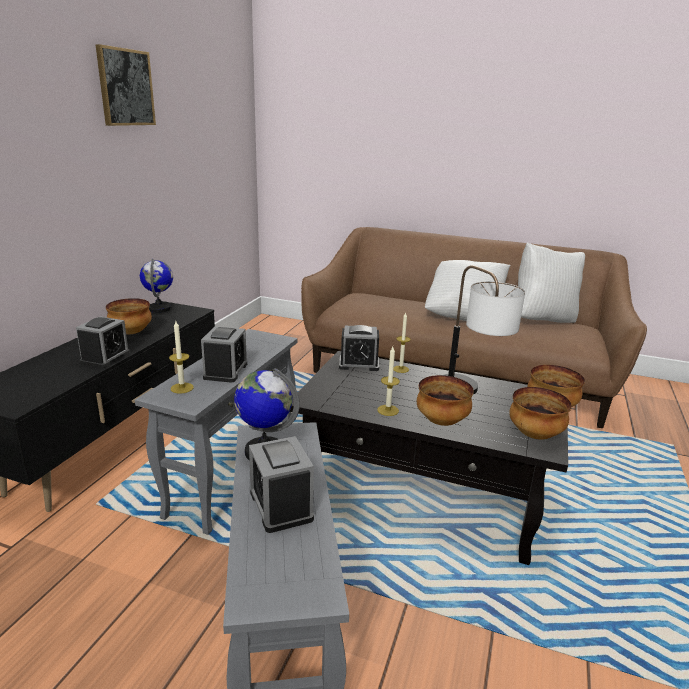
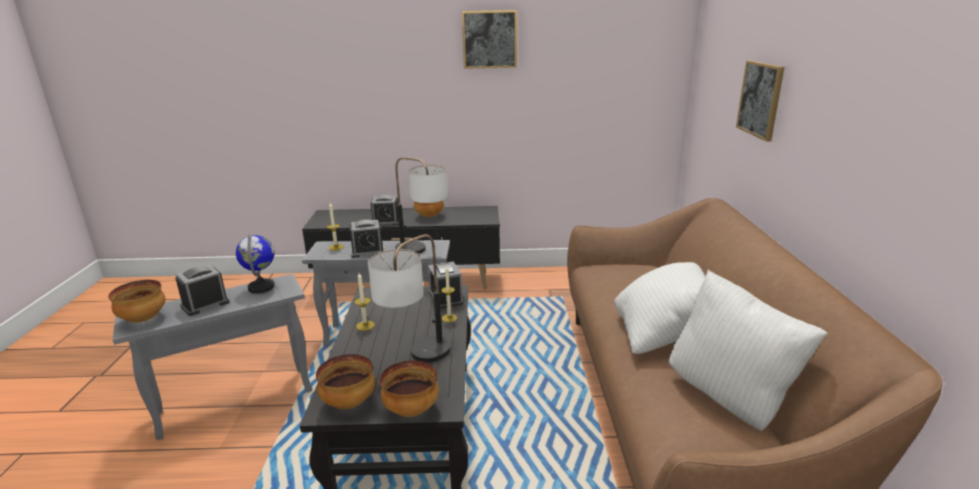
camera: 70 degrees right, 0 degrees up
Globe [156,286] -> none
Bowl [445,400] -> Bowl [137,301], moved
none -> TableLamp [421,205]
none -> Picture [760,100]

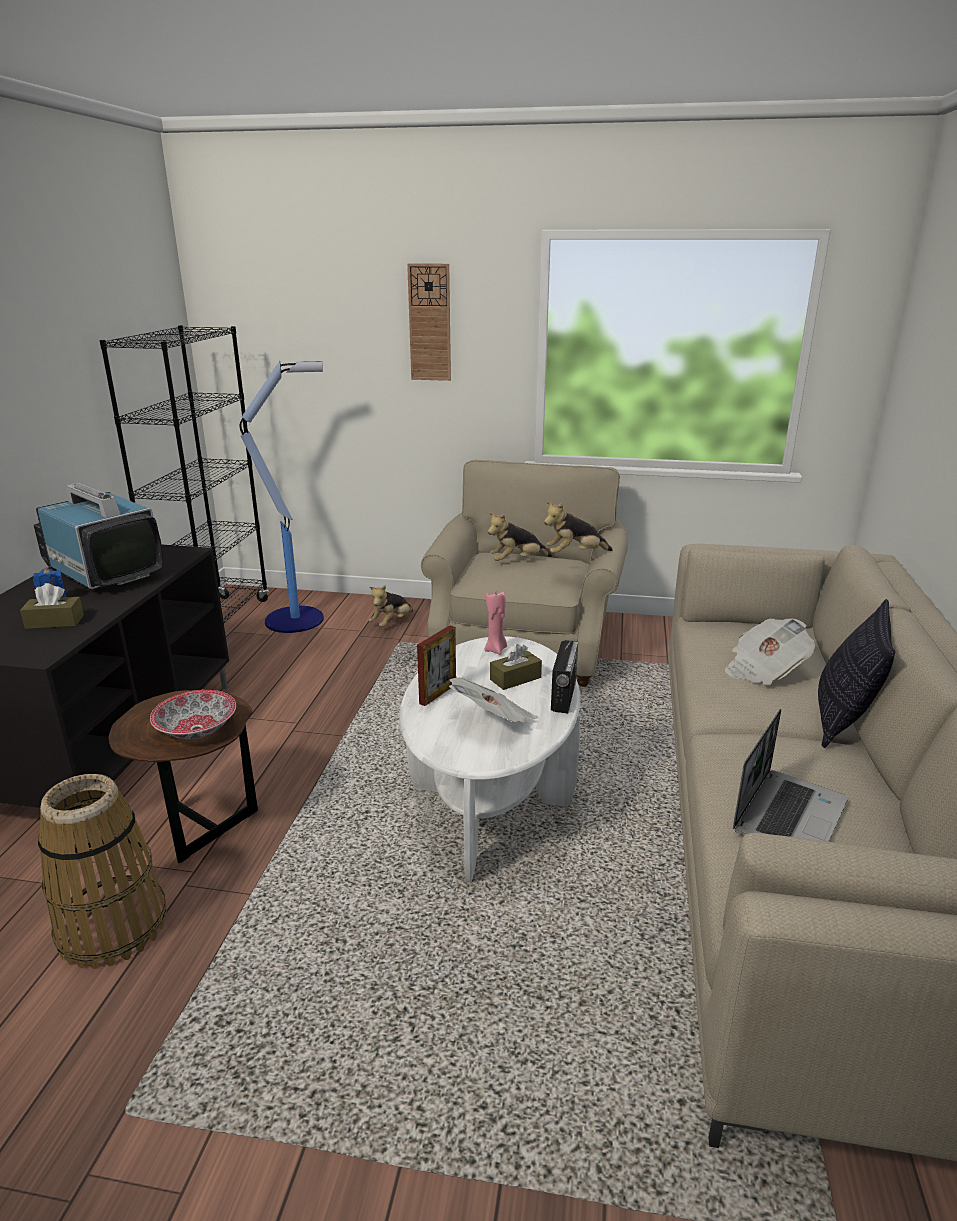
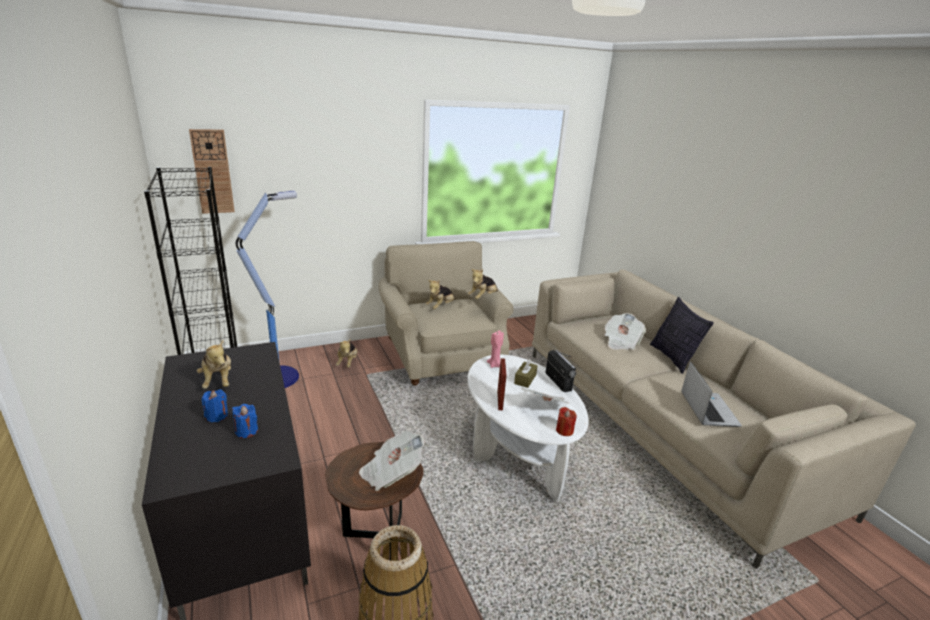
camera: 35 degrees left, 0 degrees up
BrownTissueBox [52,606] -> BlueCandle [245,421]
Television [98,536] -> PlushToy [214,364]
Bowl [193,714] -> Newspaper [392,461]
WallClock [429,322] -> WallClock [212,171], moved
none -> RedCandle [566,421]

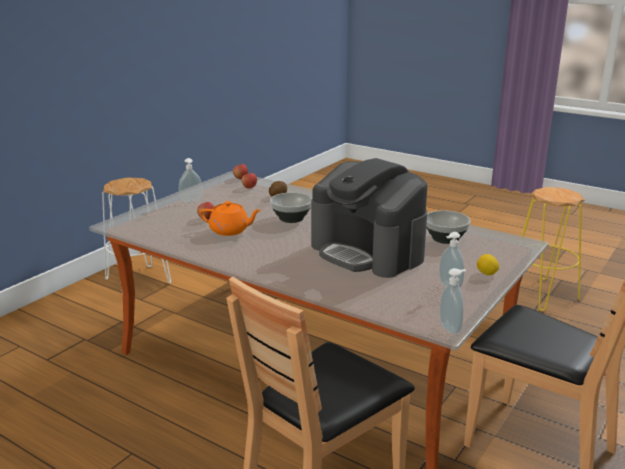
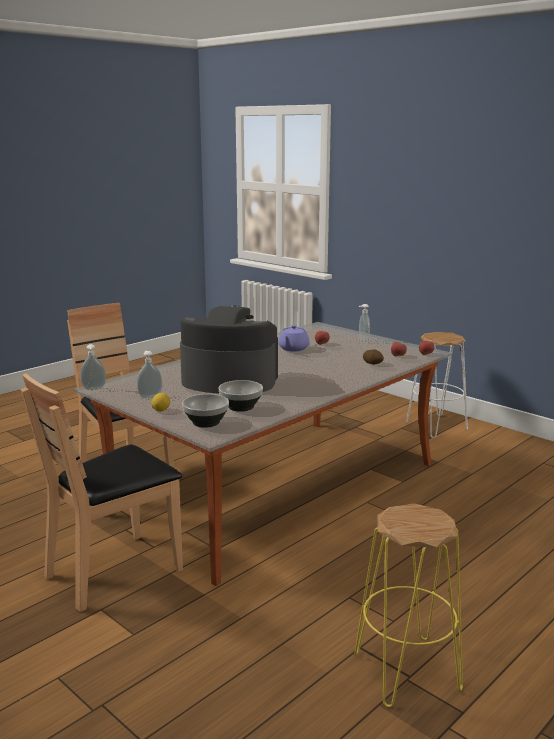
camera: 100 degrees right, 5 degrees down
OrangeTeapot [230,218] -> PurpleTeapot [293,338]
Bowl [291,207] -> Bowl [205,411], moved
CoffeeMachine [369,218] -> CoffeeMachine [229,350], 45 degrees clockwise

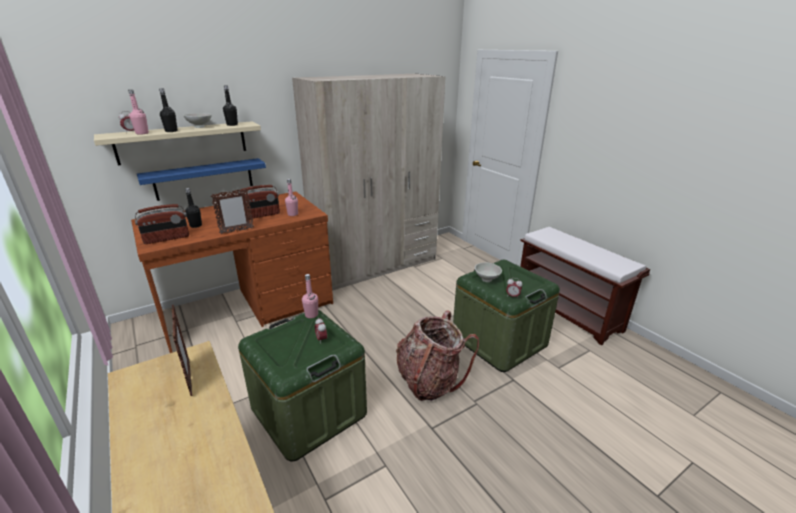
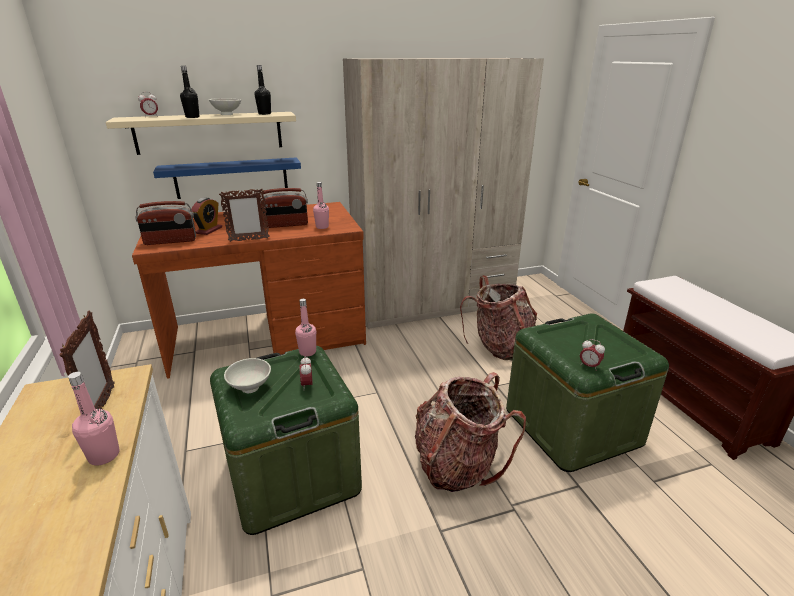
camera: 15 degrees right, 0 degrees up
PinkBottle [138,112] -> PinkBottle [94,418], moved
BlackBottle [193,208] -> AlarmClock [206,216]
WhiteBowl [488,272] -> WhiteBowl [247,375], moved
none -> Backpack [498,317]

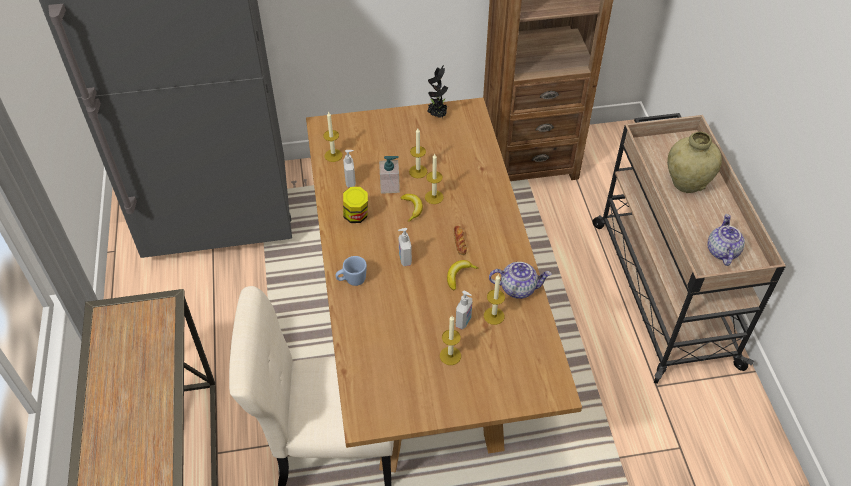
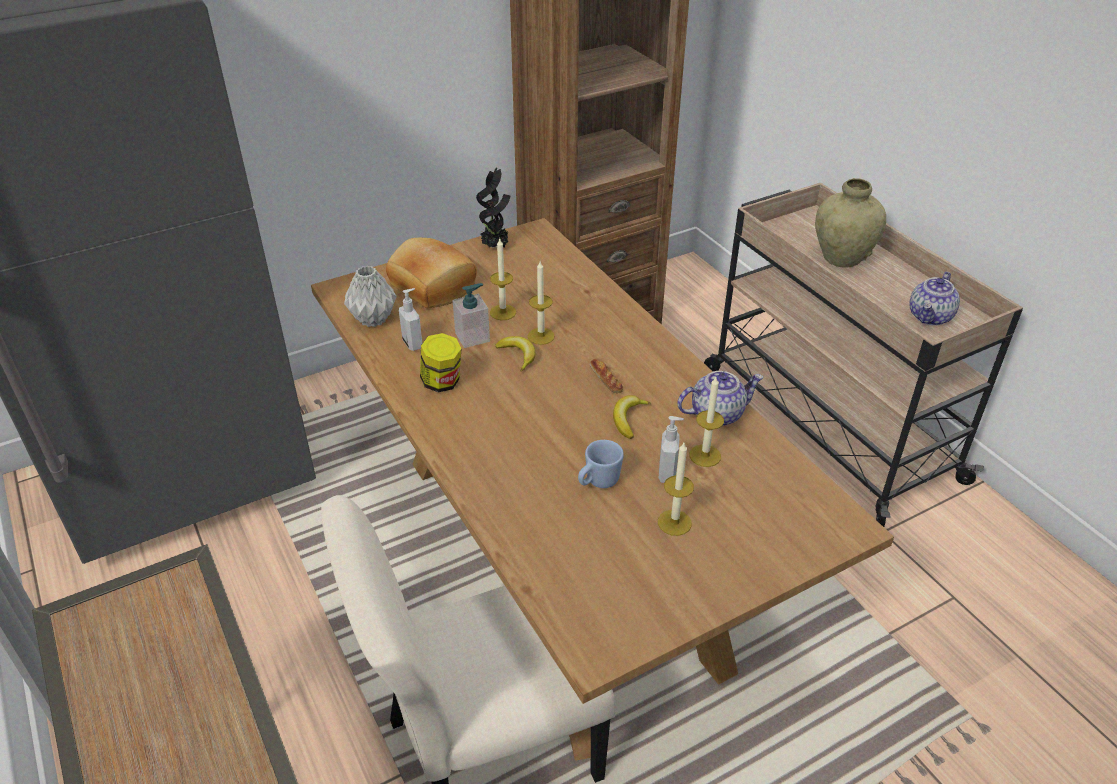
camera: 20 degrees left, 10 degrees down
Candle [332,136] -> GreyVase [370,296]
BlueMug [351,271] -> BlueMug [601,464], moved
SoapDispenser [405,247] -> none
Teapot [726,240] -> Teapot [934,299], 135 degrees counterclockwise
none -> Bread [431,273]

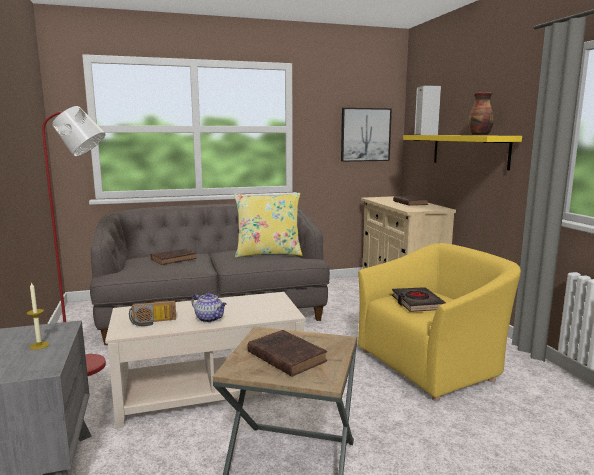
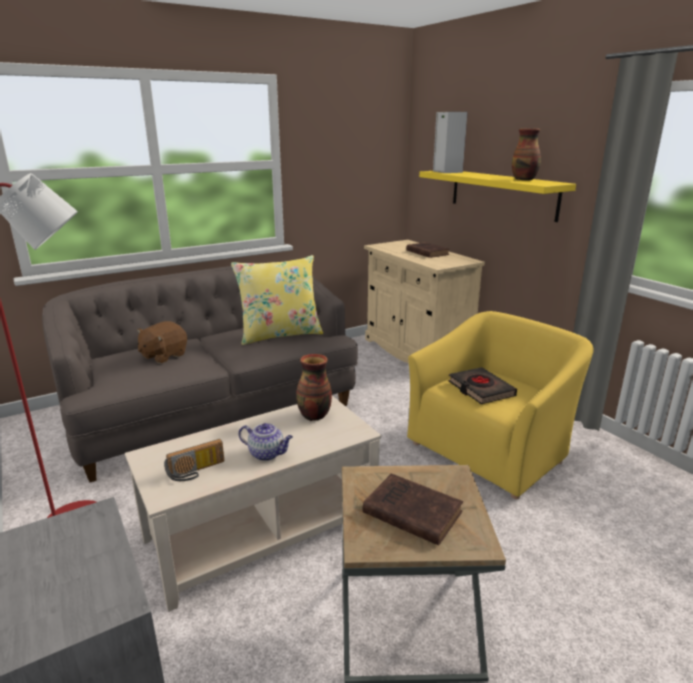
camera: 15 degrees left, 10 degrees up
Candle [38,316] -> none
BrownBook [174,256] -> BrownPlushToy [162,342]
Picture [366,135] -> none
none -> Vase [314,387]

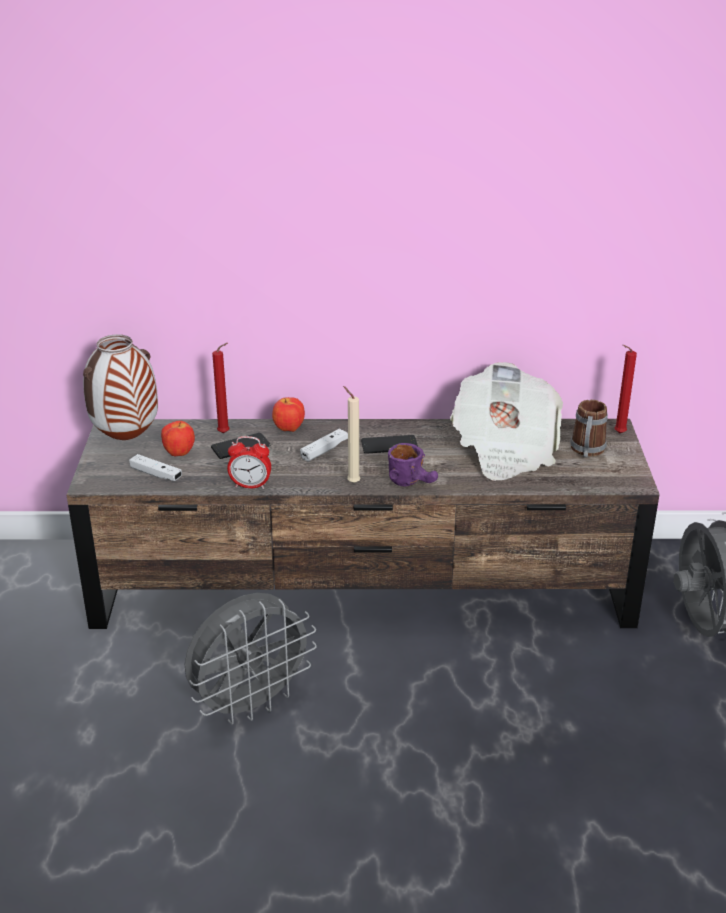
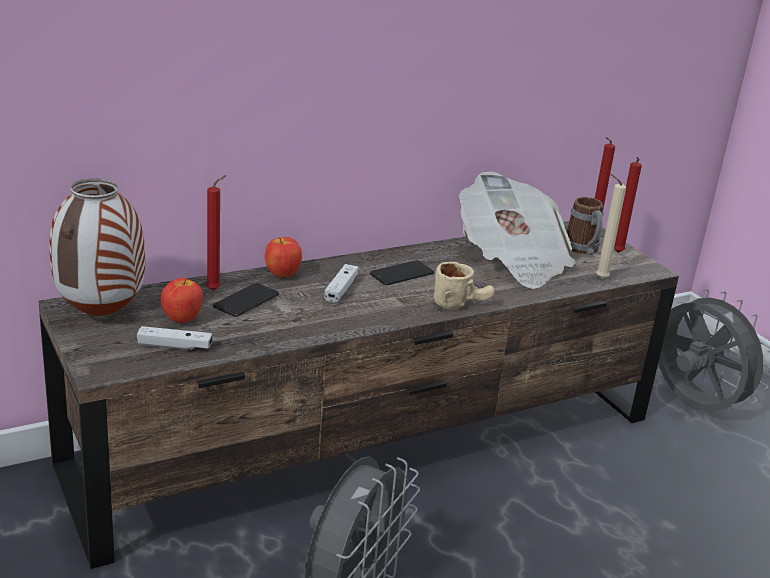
camera: 30 degrees left, 5 degrees down
AlarmClock [249,462] -> none
BeigeCandle [351,434] -> BeigeCandle [611,226], moved
PurpleMug [413,465] -> BeigeMug [464,286]
none -> RedCandle [628,205]

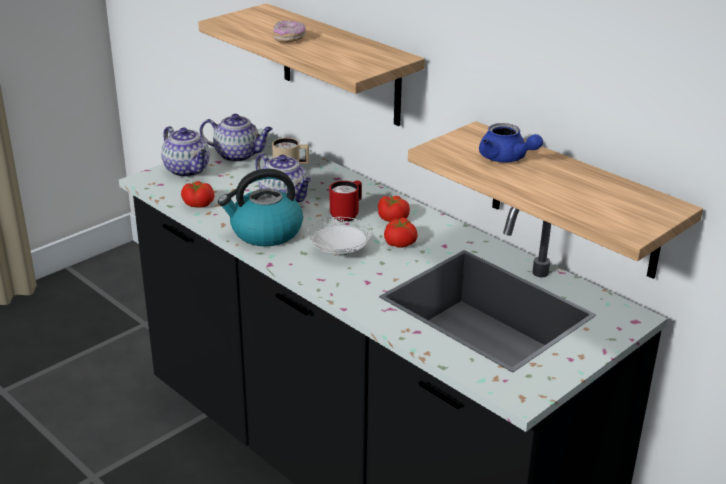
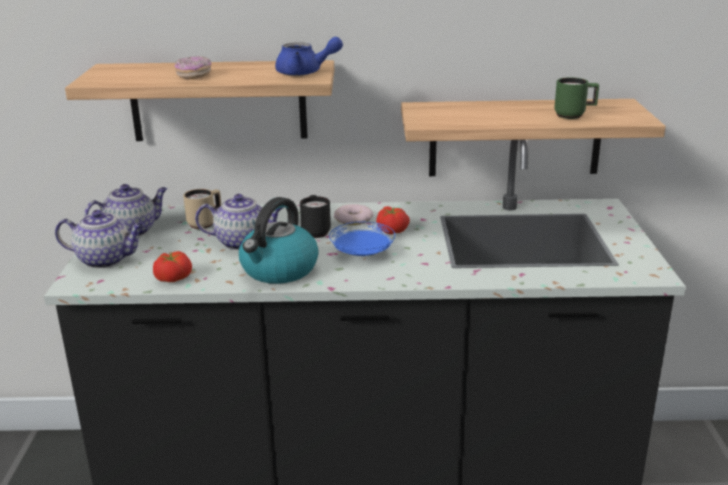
camera: 45 degrees left, 5 degrees down
WhitePlate [339,235] -> BluePlate [362,239]
RedMug [346,201] -> BlackMug [315,216]
Tomato [394,209] -> Donut [354,214]
BlueTeapot [511,143] -> BlueTeapot [309,56], moved
none -> GreenMug [576,98]

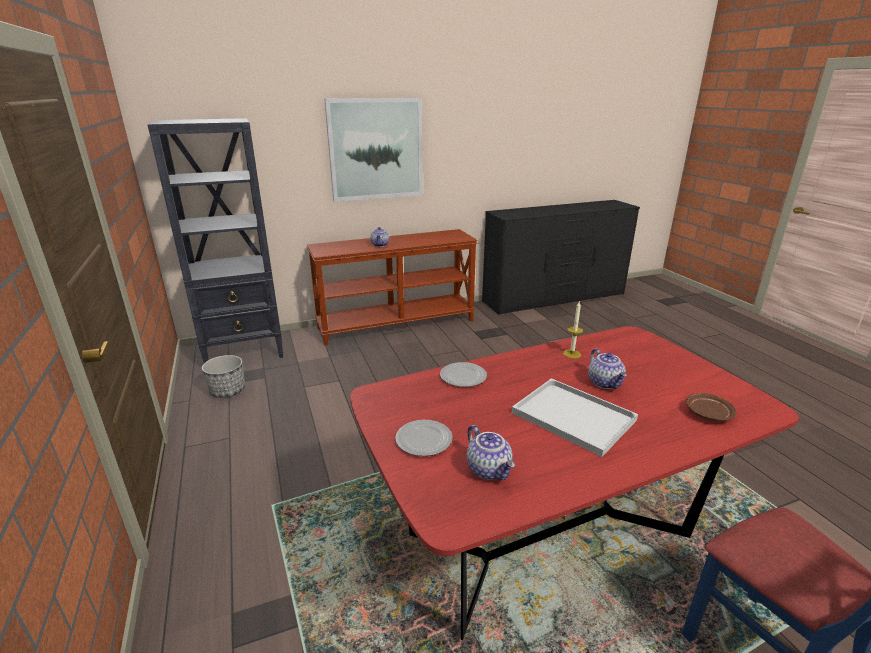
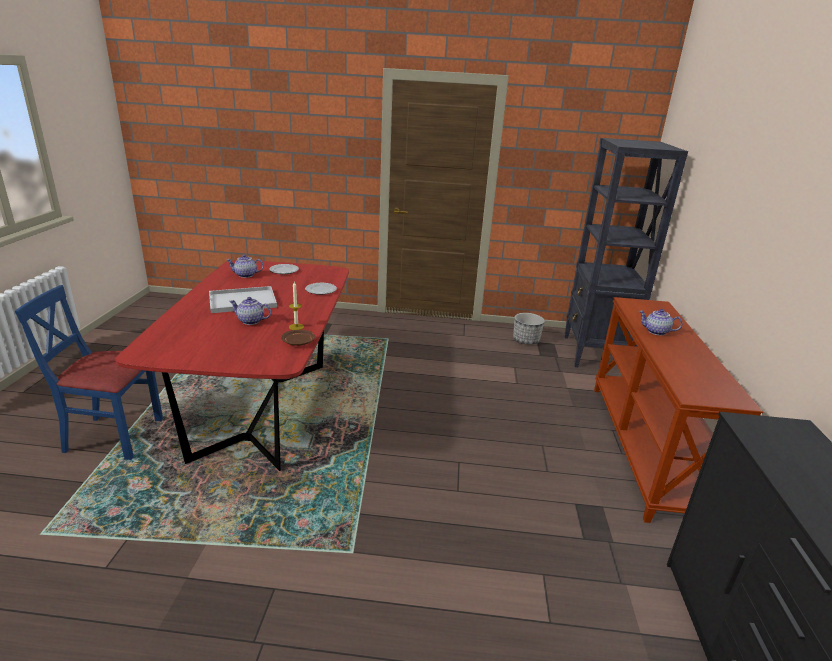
camera: 115 degrees right, 0 degrees up
Picture [373,150] -> none
BrownPlate [711,407] -> BrownPlate [298,338], moved

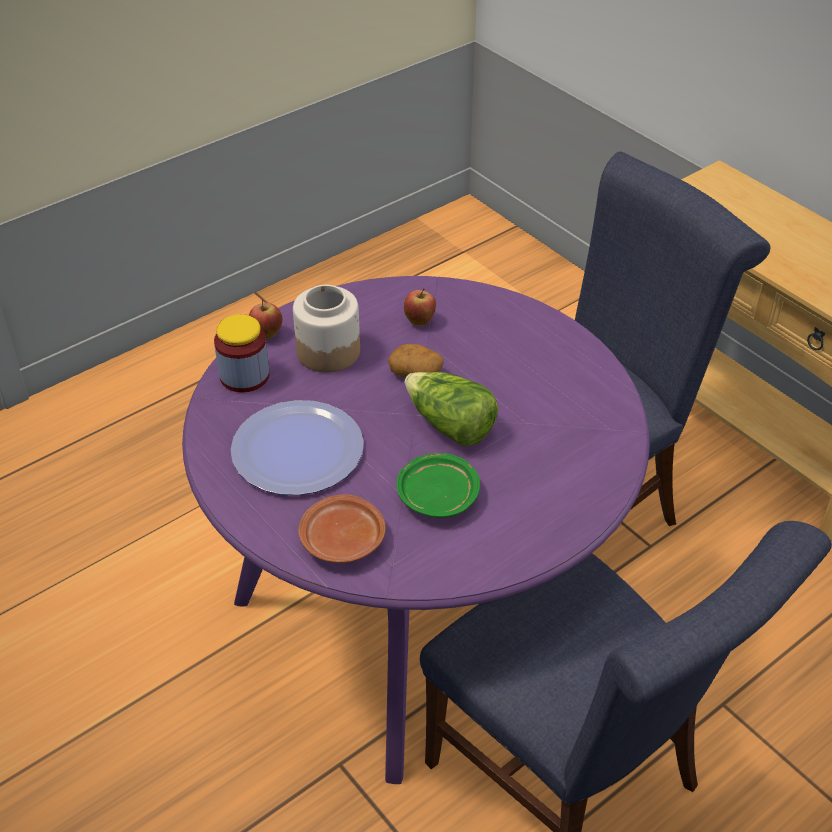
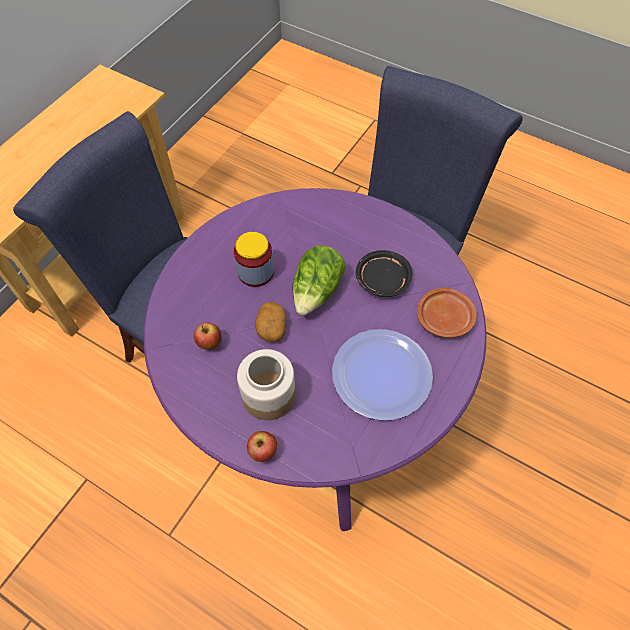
camera: 110 degrees left, 15 degrees up
Jar [242,353] -> Jar [254,259], moved
GreenPlate [438,485] -> BlackPlate [384,273]

